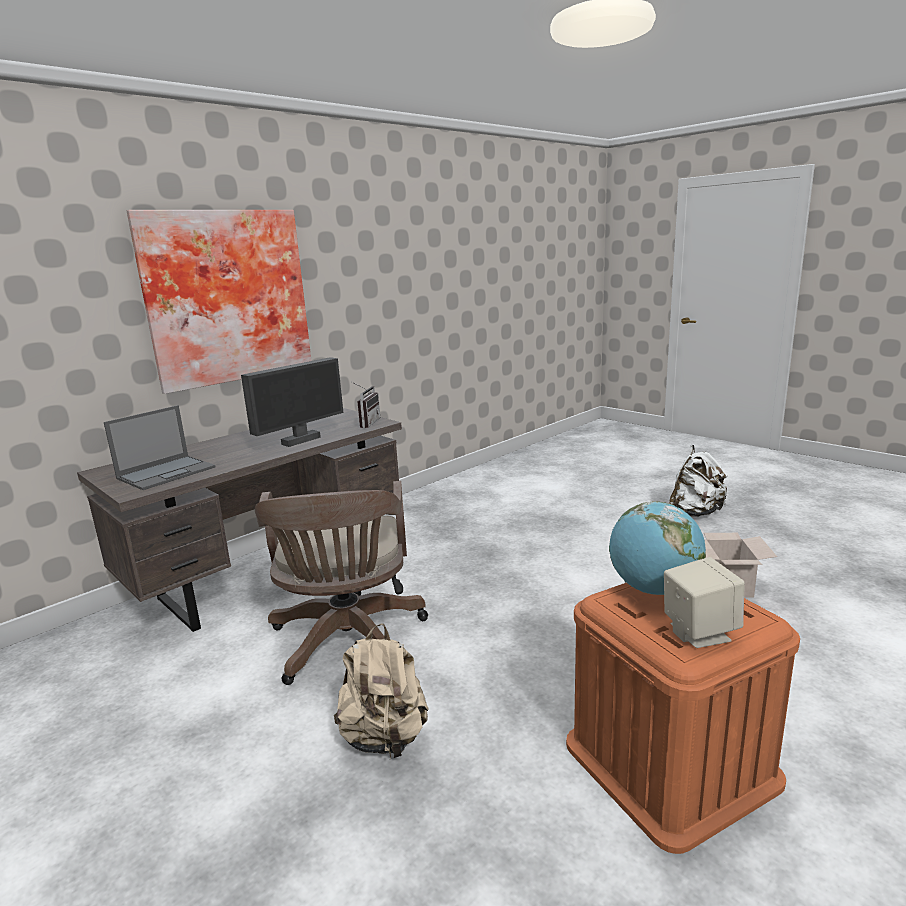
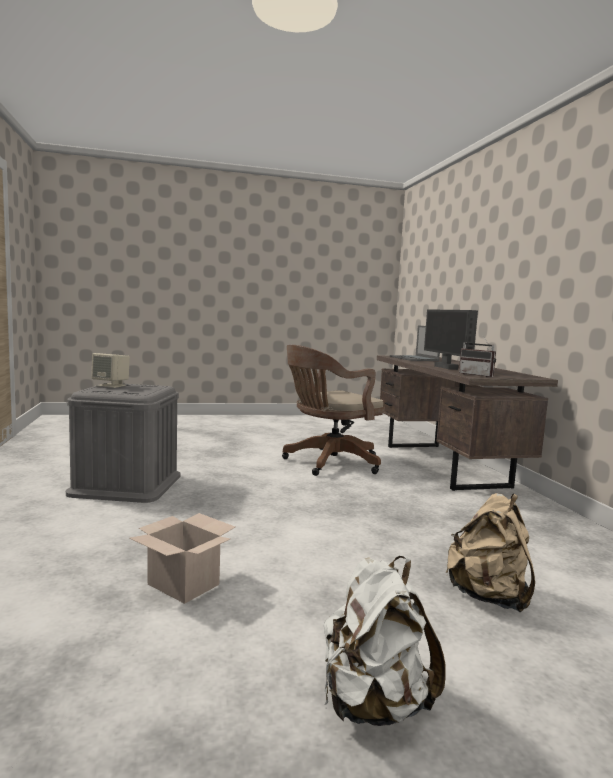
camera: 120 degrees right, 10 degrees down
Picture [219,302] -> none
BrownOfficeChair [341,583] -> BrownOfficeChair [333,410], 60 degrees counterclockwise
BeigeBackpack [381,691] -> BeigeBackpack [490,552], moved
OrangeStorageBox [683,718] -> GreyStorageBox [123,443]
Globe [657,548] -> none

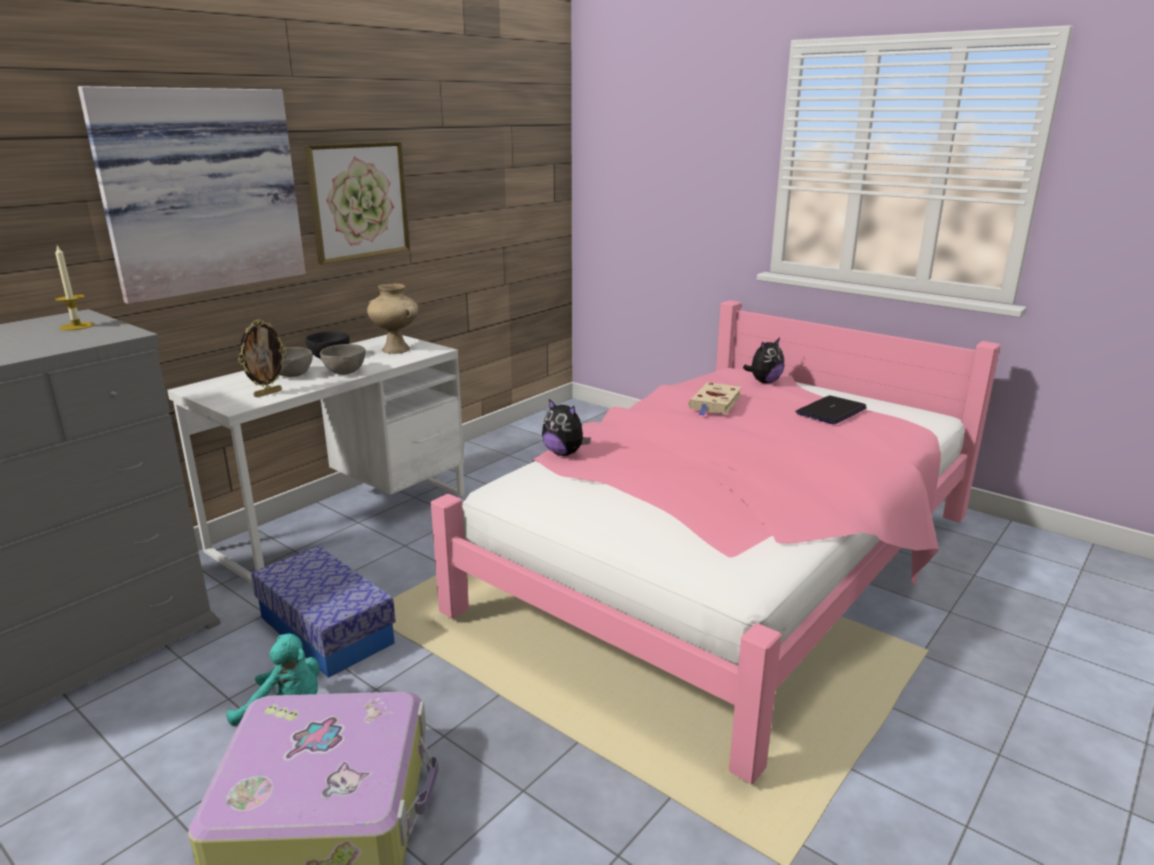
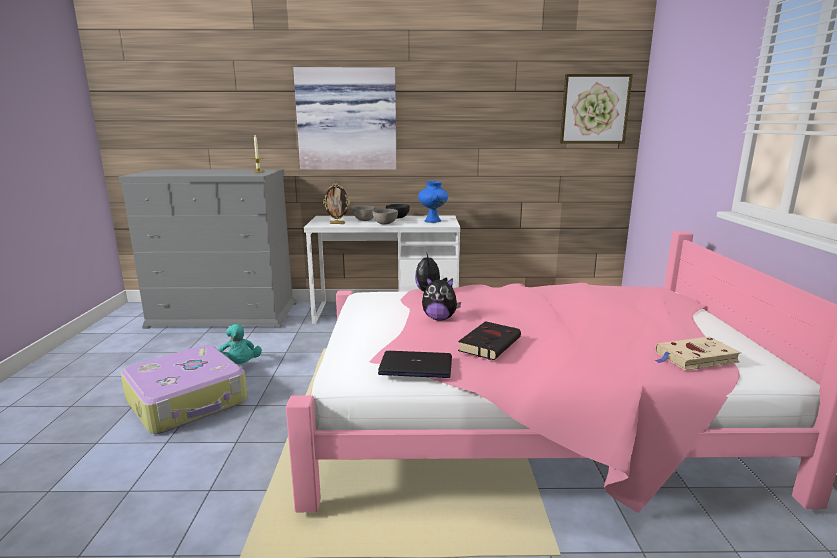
camera: 50 degrees right, 5 degrees down
StorageBox [323,612] -> none
Picture [357,203] -> Picture [596,108], moved
BeigeVase [392,319] -> BlueVase [433,202]
BeigeBook [715,399] -> BeigeBook [698,353], moved
PlushToy [763,360] -> PlushToy [441,298], moved
Laptop [831,410] -> Laptop [415,364], moved
none -> BlackBook [489,340]

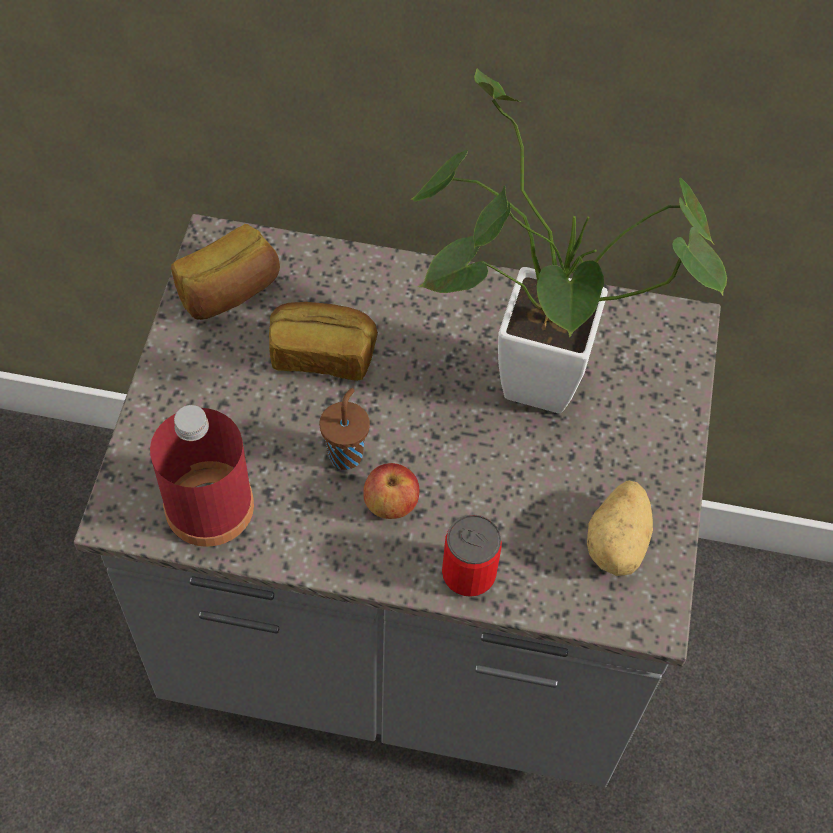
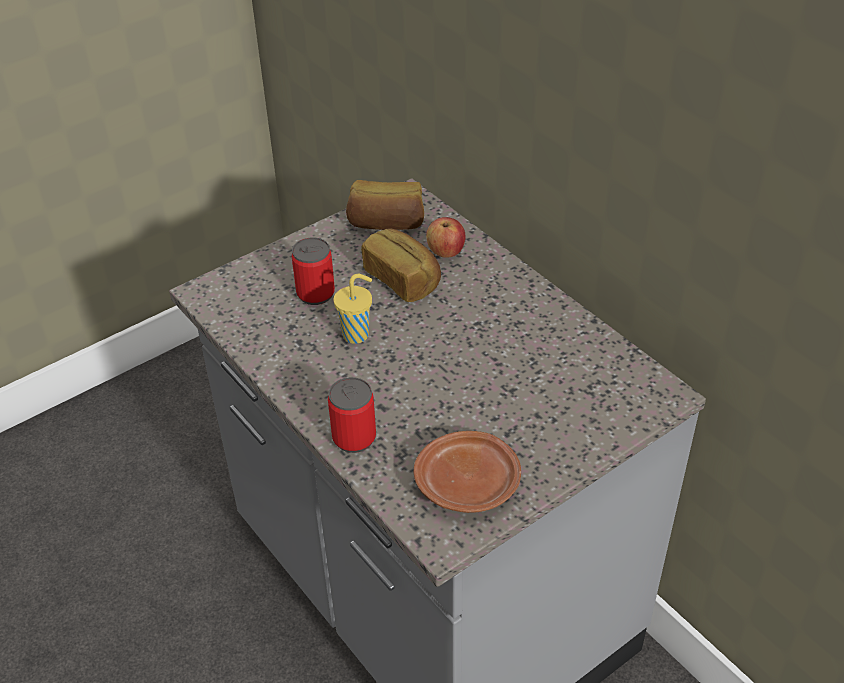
camera: 45 degrees right, 15 degrees down
RedBottle [202,476] -> none
BrownCup [344,429] -> YellowCup [353,309]
Apple [391,491] -> Apple [446,237], moved
PottedPlant [568,241] -> none
Potato [620,528] -> BrownPlate [467,472]
none -> Can [313,271]

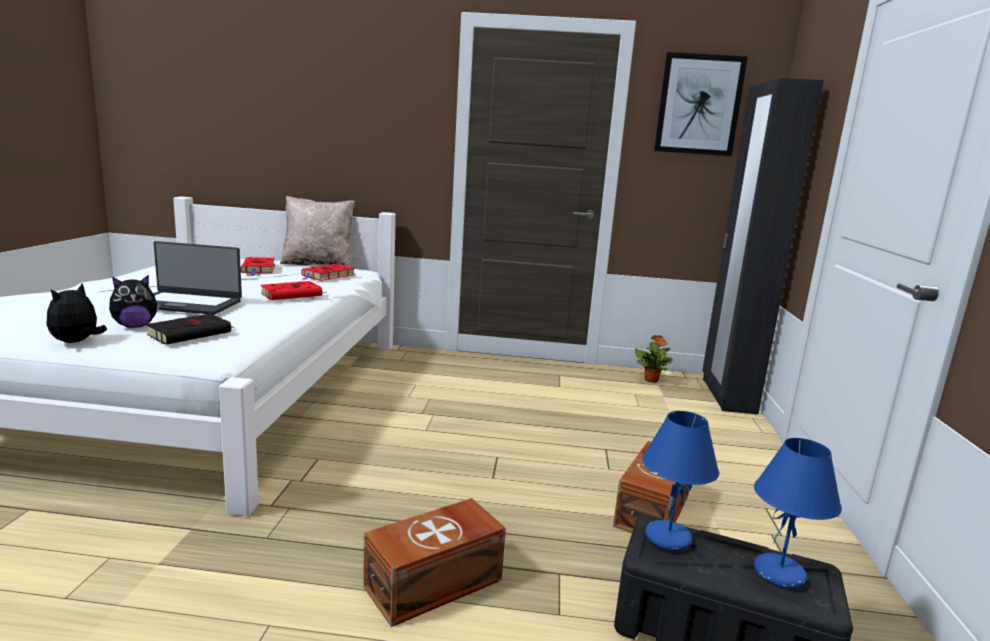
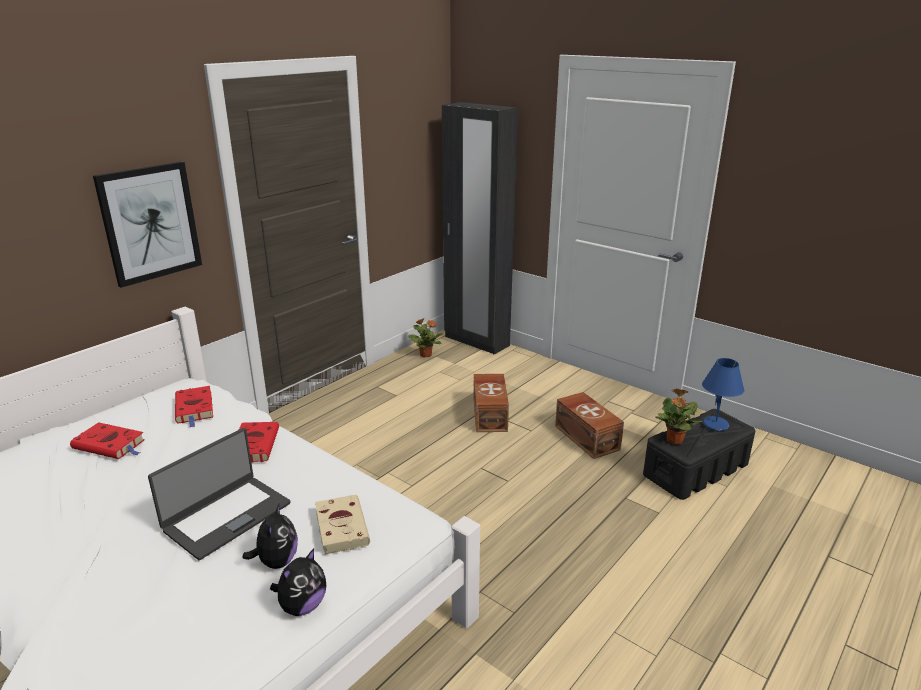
camera: 55 degrees left, 10 degrees up
PlushToy [77,313] -> PlushToy [298,582], 105 degrees counterclockwise
BlackBook [190,329] -> BeigeBook [342,525]
BeigePillow [317,231] -> none
BrownStorageBox [434,562] -> BrownStorageBox [491,403], moved
BlueTableLamp [680,481] -> PottedPlant [679,416]
Picture [701,104] -> Picture [147,225], moved

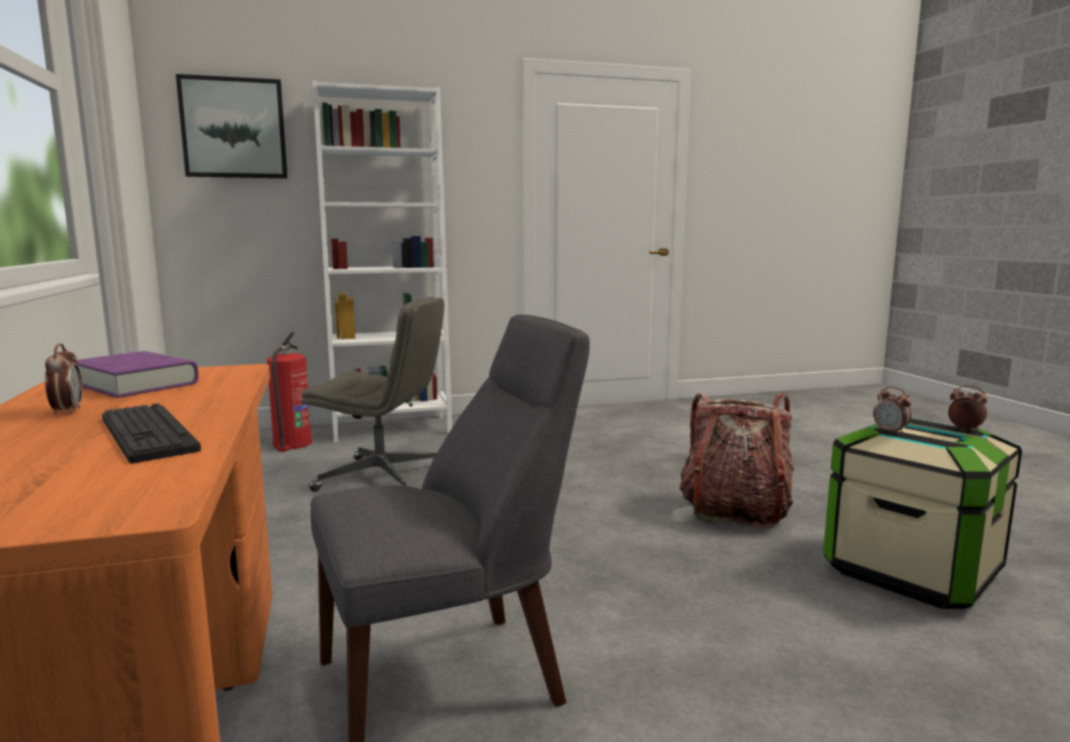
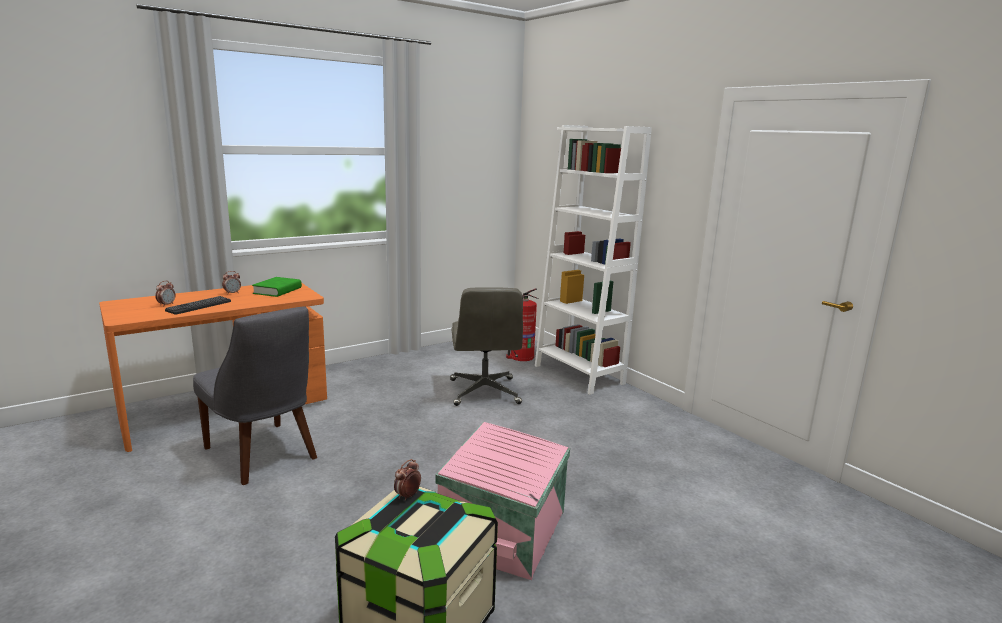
camera: 70 degrees right, 5 degrees up
PurpleBook [138,374] -> GreenBook [277,287]
Picture [231,126] -> none
Backpack [736,461] -> PinkStorageBox [502,501]
AlarmClock [968,408] -> AlarmClock [165,294], moved

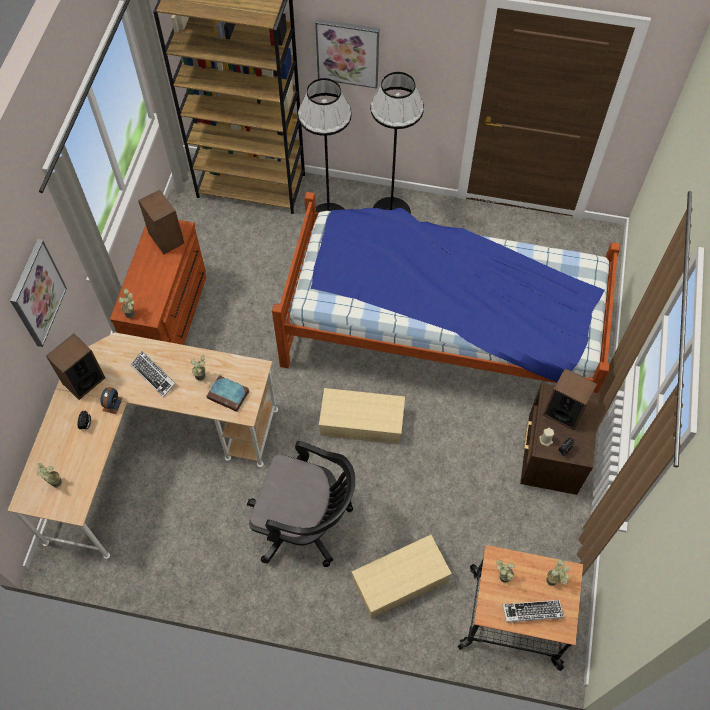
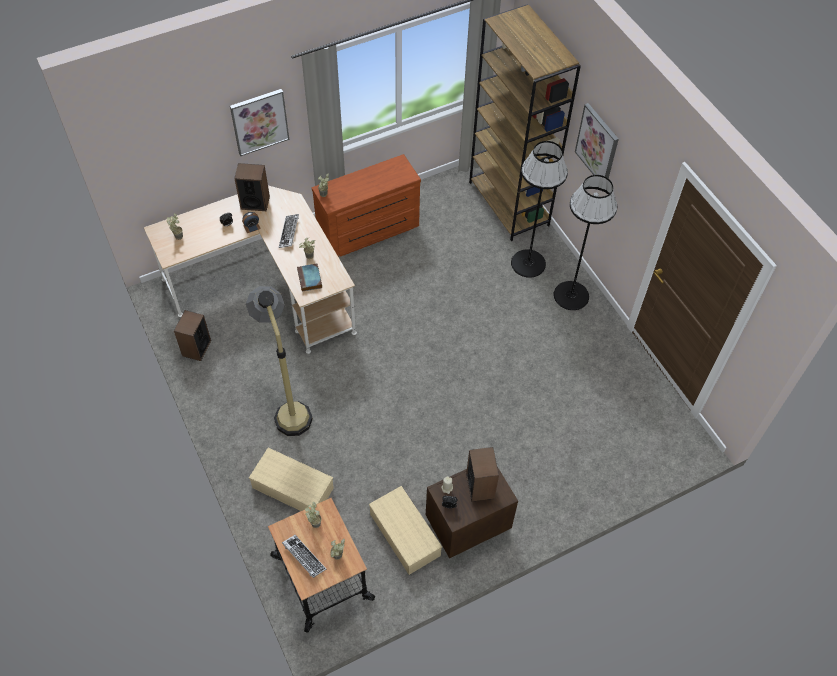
camera: 50 degrees right, 5 degrees down
Speaker [161,222] -> Speaker [192,335], moved
BlackOfficeChair [301,504] -> FloorLamp [279,361]
Bed [446,292] -> none
BeigeStorageBox [362,416] -> BeigeStorageBox [405,530], moved

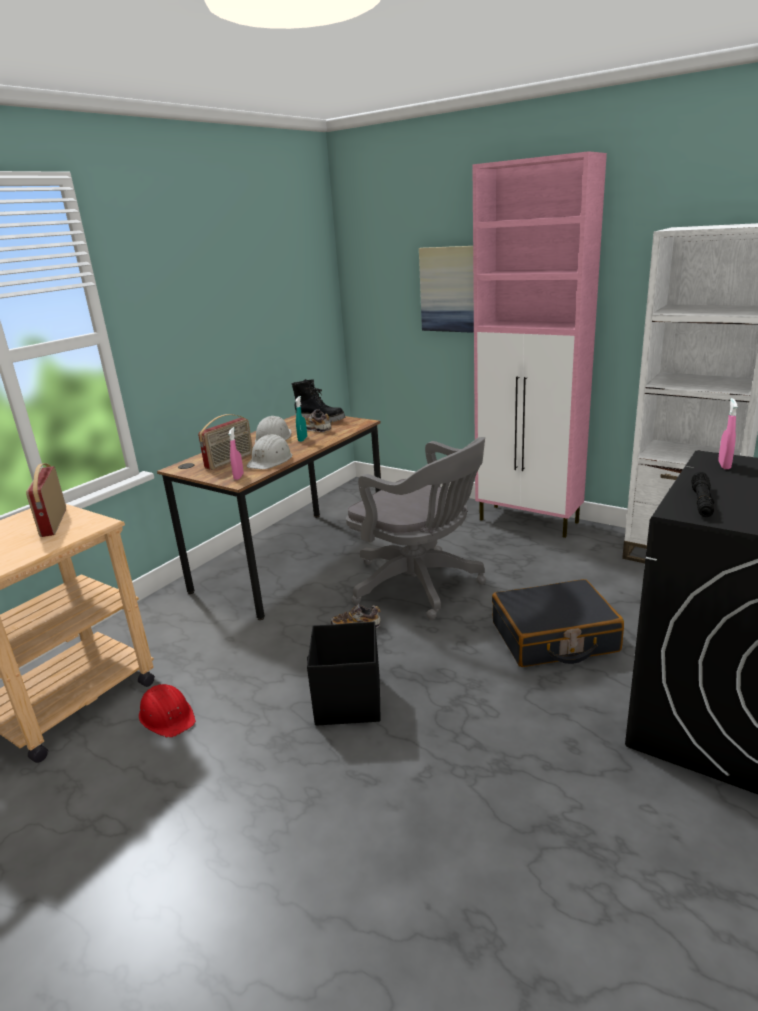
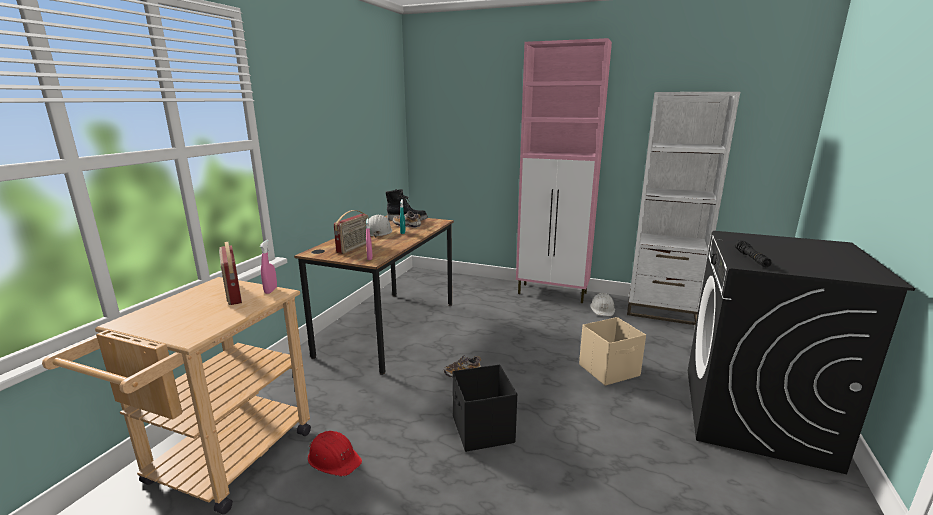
camera: 15 degrees left, 5 degrees down
WhiteHardHat [269,451] -> WhiteHardHat [602,304], moved
GreyOfficeChair [416,528] -> none
Picture [446,289] -> none
BlackSuitcase [558,623] -> BeigeStorageBox [612,351]
PinkSprayBottle [728,433] -> PinkSprayBottle [268,267], moved

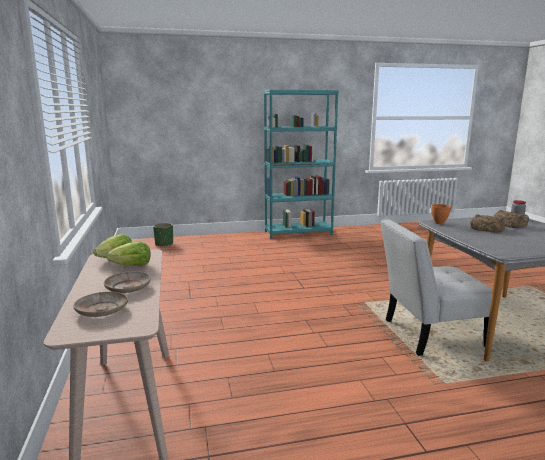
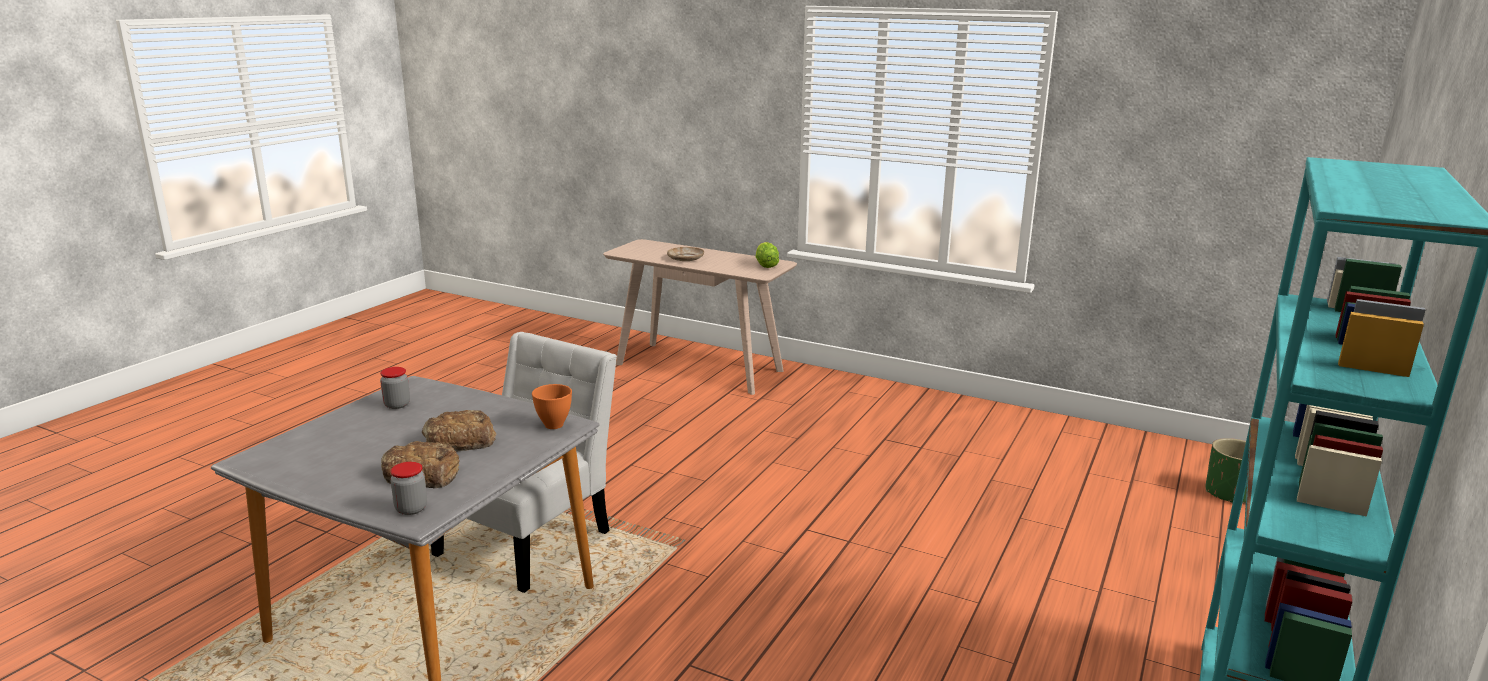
camera: 130 degrees right, 5 degrees up
BeigePlate [100,304] -> none
Lettuce [129,254] -> none
none -> Jar [395,388]

